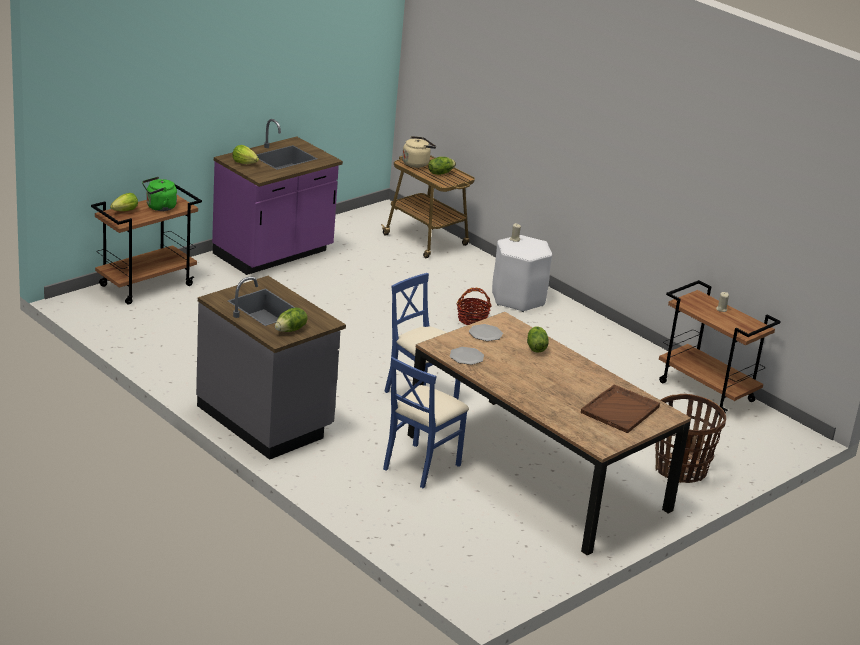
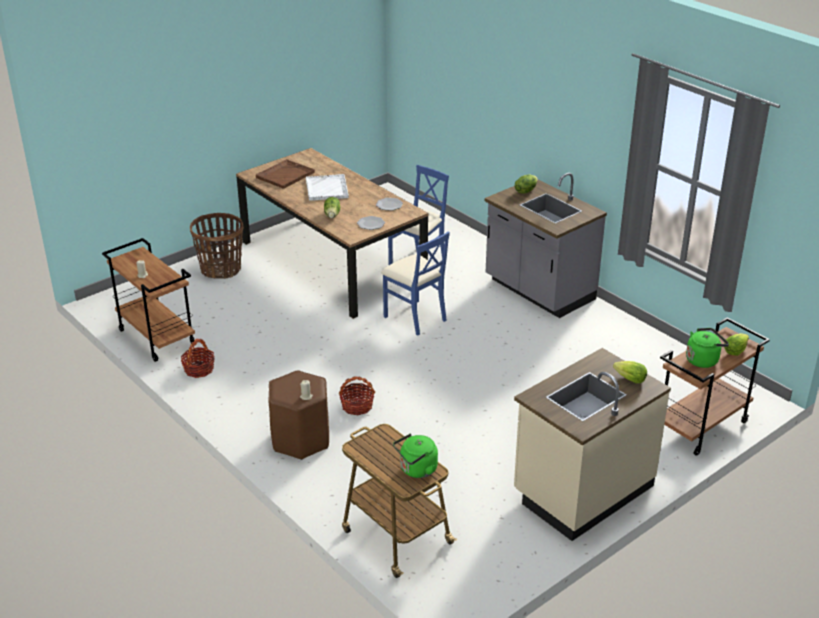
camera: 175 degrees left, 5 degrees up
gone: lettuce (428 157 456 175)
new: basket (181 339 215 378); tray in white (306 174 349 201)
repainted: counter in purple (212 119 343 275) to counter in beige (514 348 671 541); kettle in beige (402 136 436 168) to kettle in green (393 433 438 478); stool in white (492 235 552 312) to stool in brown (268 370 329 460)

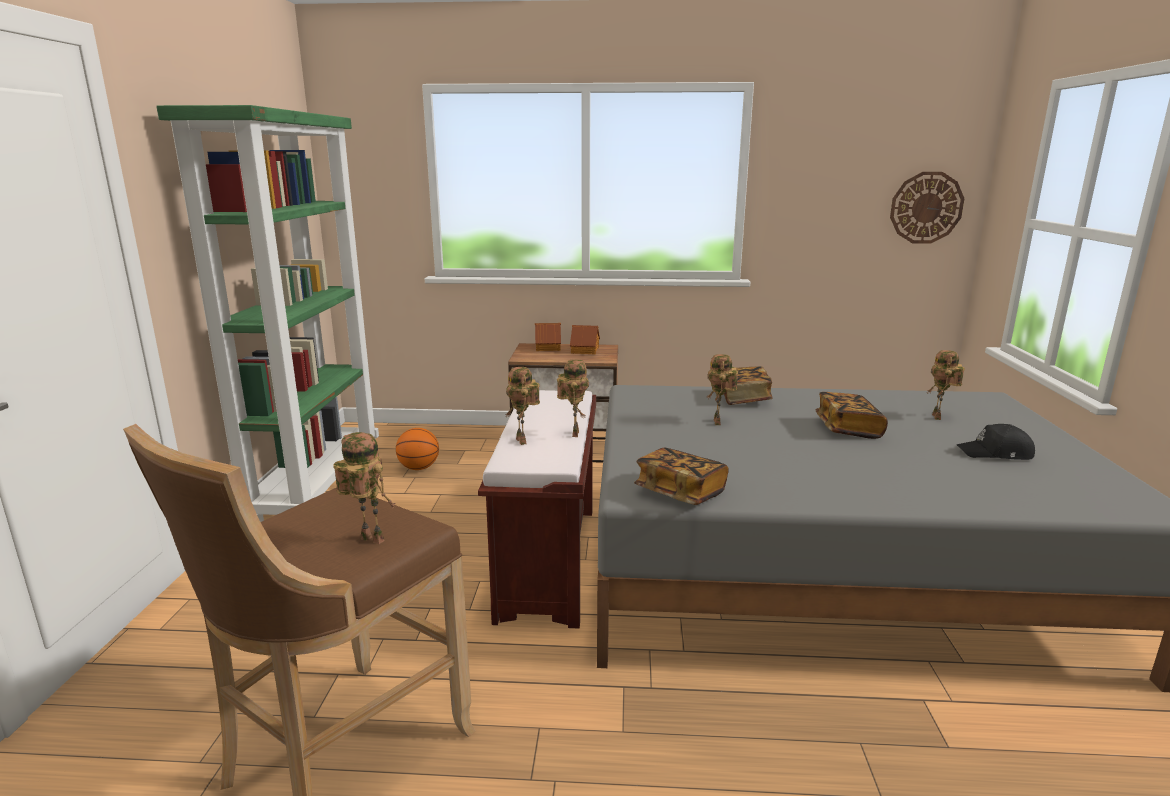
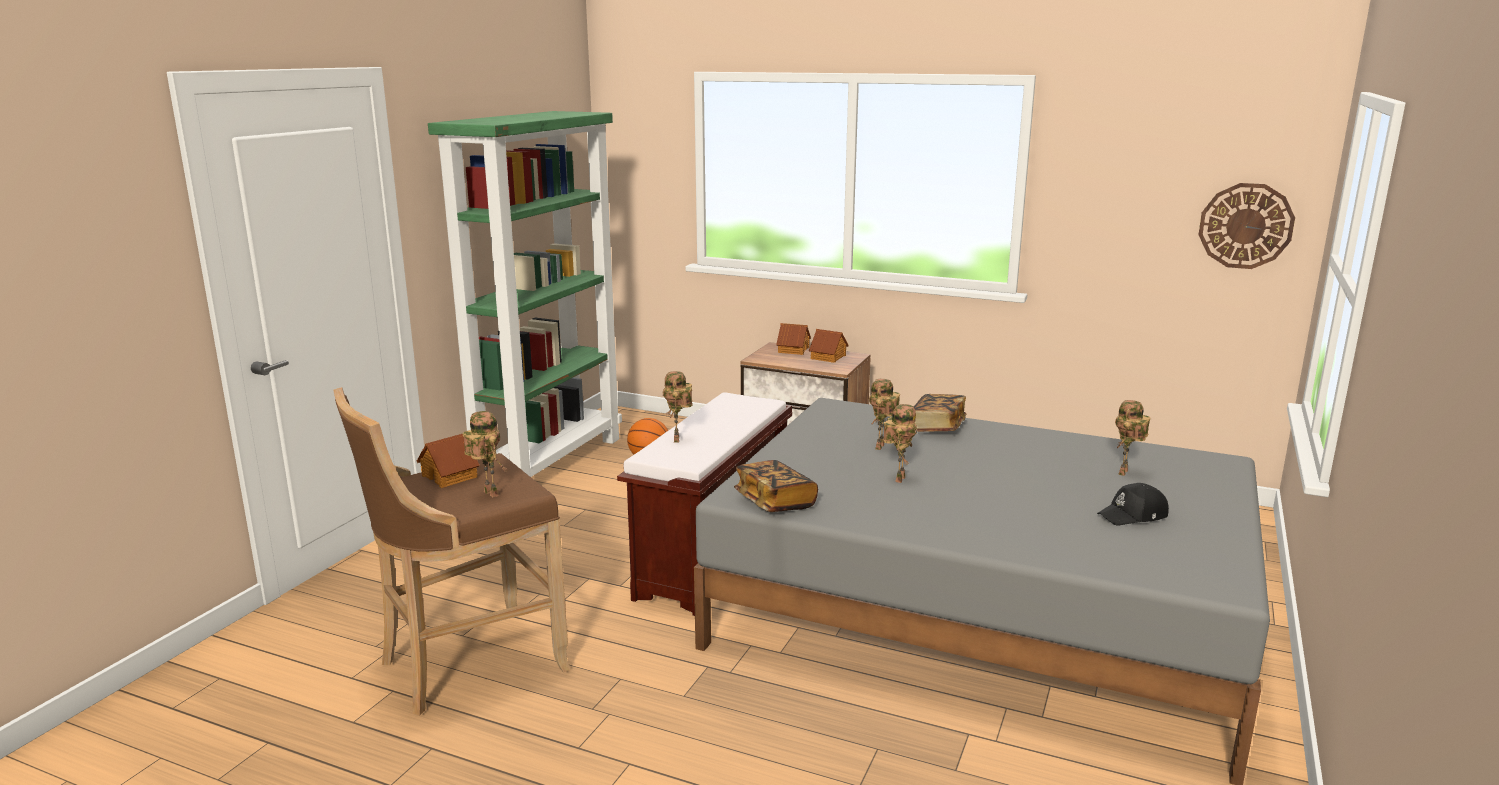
camera: 20 degrees right, 0 degrees up
gone: book (816 392 888 439)
new: toy house (417 434 480 488)
shifted: toy robot (557 359 589 437) to (883 404 917 483)
rotated: cap in black (957 424 1035 460) = (1097 483 1169 526) 45 degrees counterclockwise

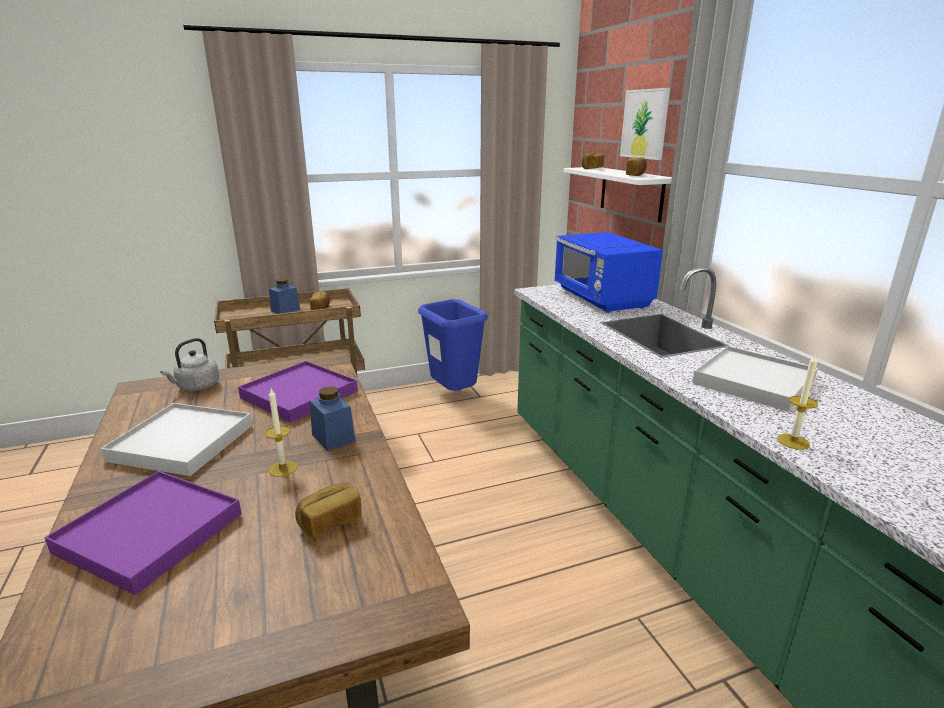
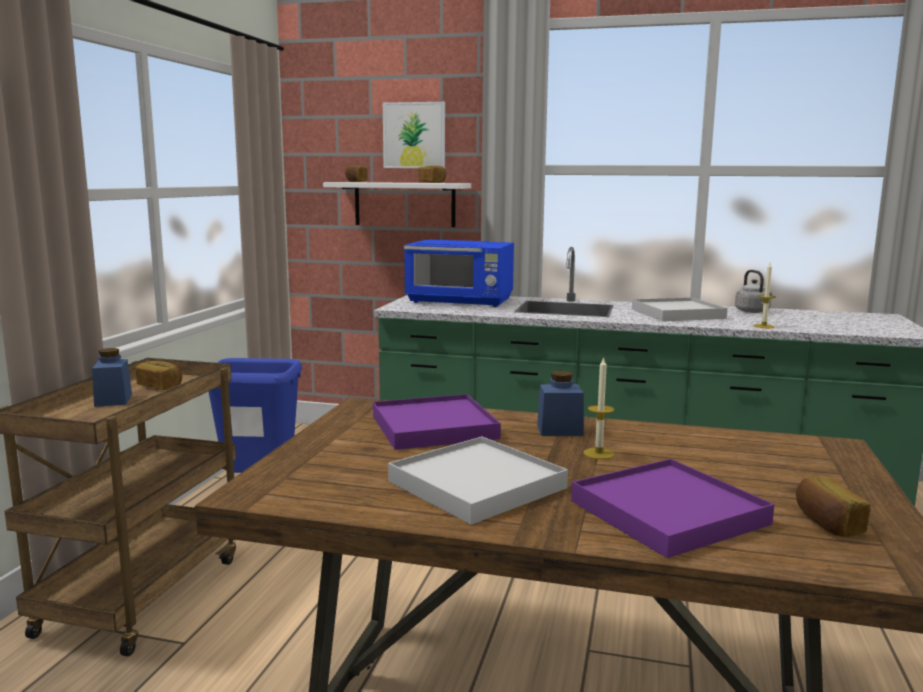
camera: 55 degrees left, 10 degrees down
shifted: kettle in grey (160 338 219 391) to (735 270 772 313); bread (295 483 362 539) to (796 476 871 537)

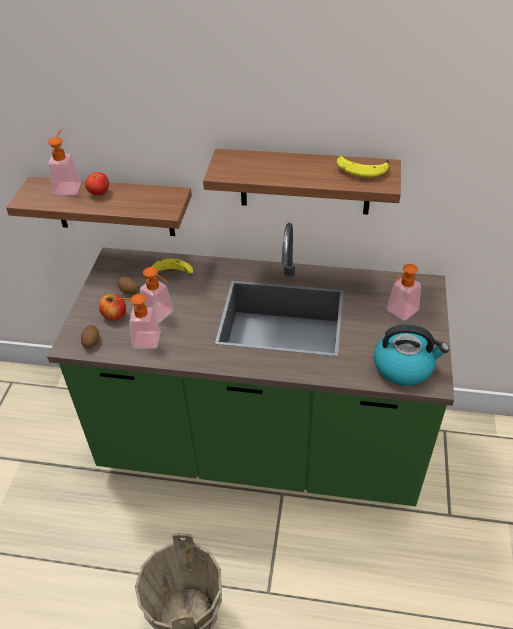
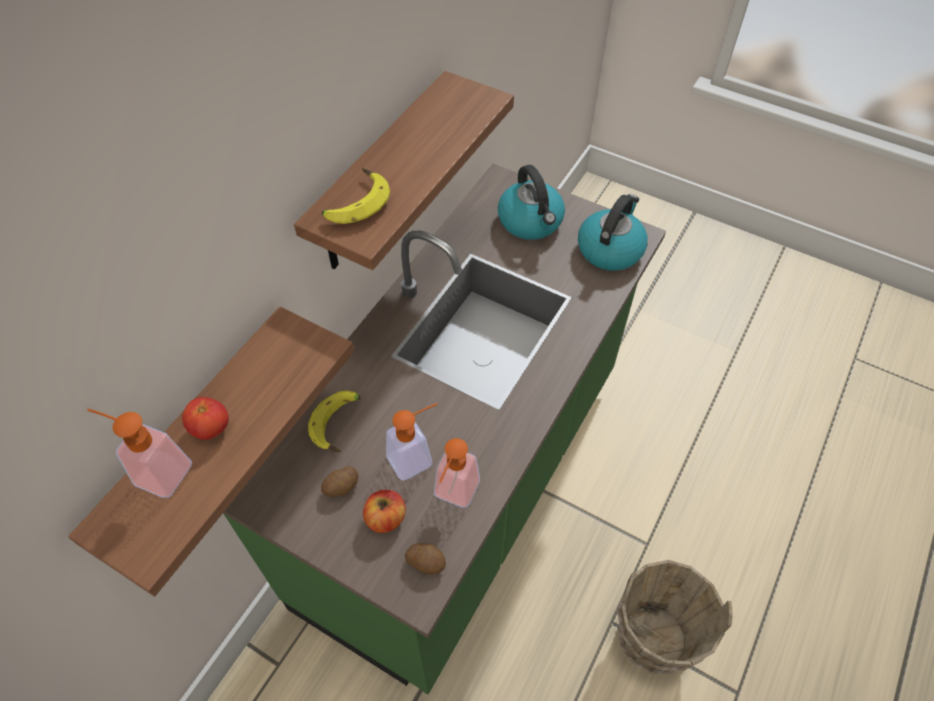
camera: 70 degrees left, 10 degrees up
shifted: banana (337 156 389 178) to (322 168 390 224)
swapped: soap dispenser (387 264 421 321) to kettle (498 165 565 240)

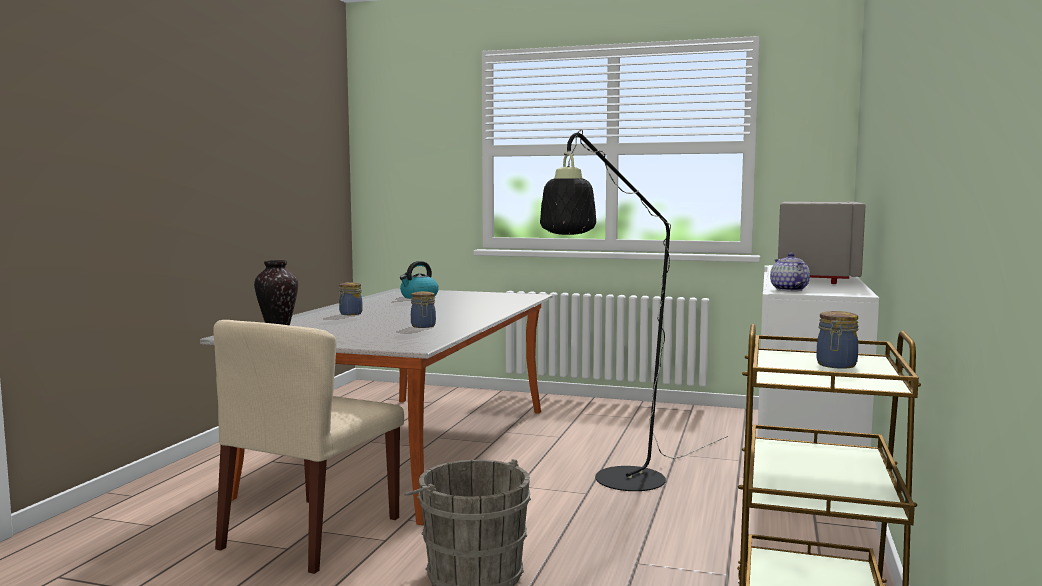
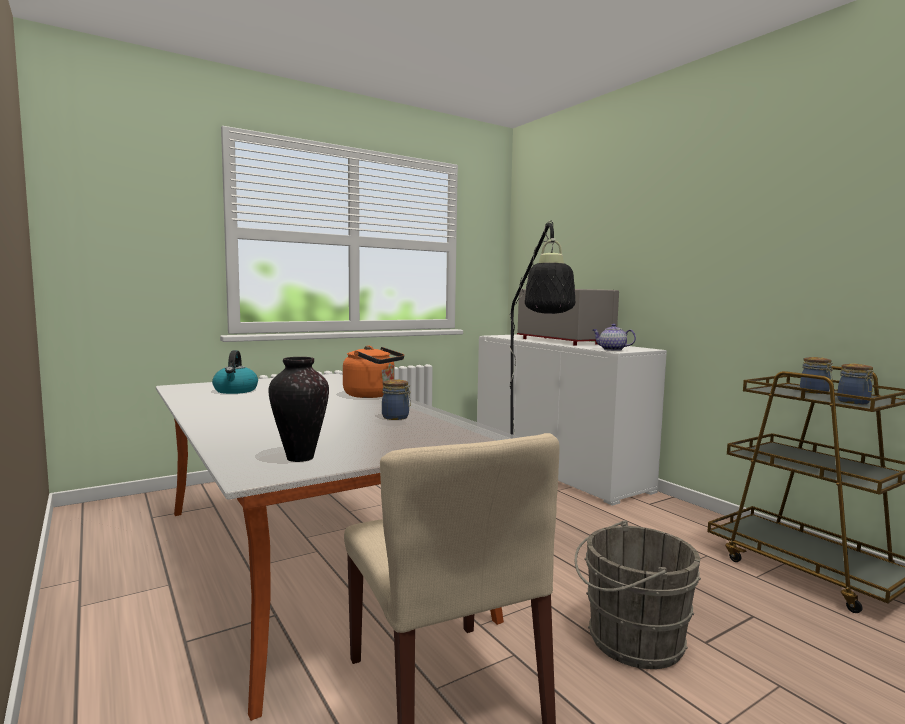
camera: 50 degrees left, 0 degrees up
new: kettle in orange (343 346 404 398)
shifted: jar (339 282 363 315) to (837 364 874 404)

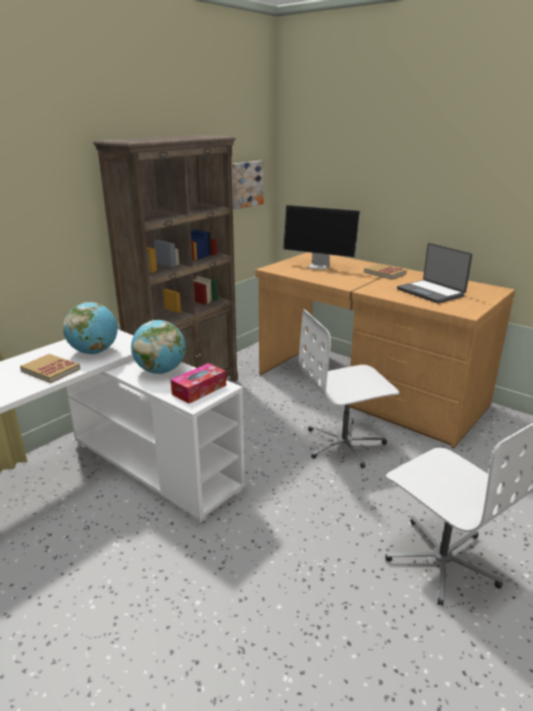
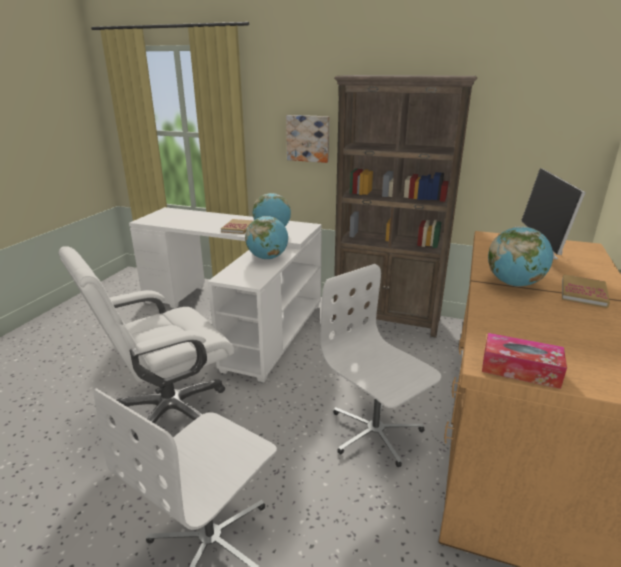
camera: 70 degrees right, 0 degrees up
gone: laptop (397 243 473 304)
new: office chair in white (59 246 235 441); globe (488 226 553 287)
shifted: tissue box (171 363 226 404) to (482 333 567 389); picture (232 161 264 209) to (286 115 329 163)

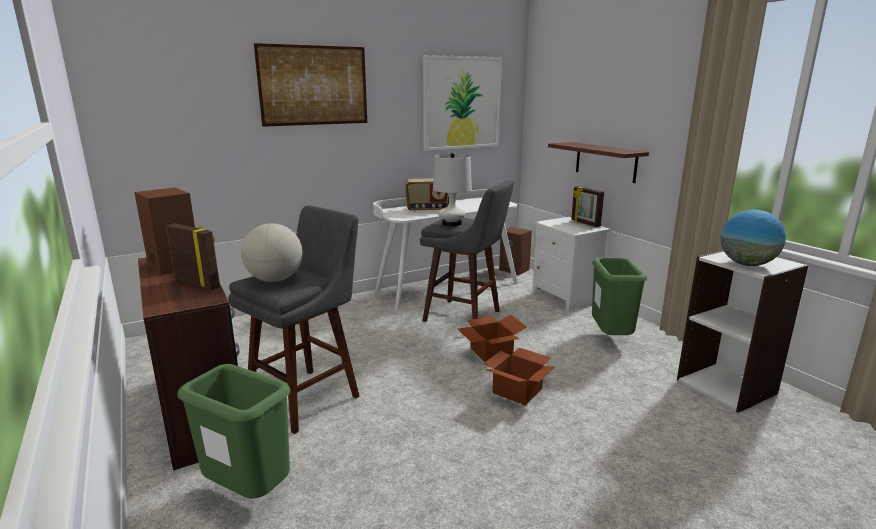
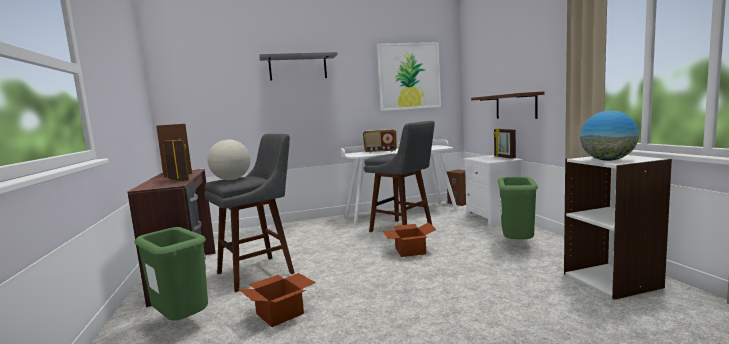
camera: 15 degrees right, 10 degrees down
gone: table lamp in white (433 153 472 226)
shifted: cardboard box (483 348 555 405) to (238 273 316 327)
swapped: picture (254 43 367 127) to shelf in grey (259 52 338 81)

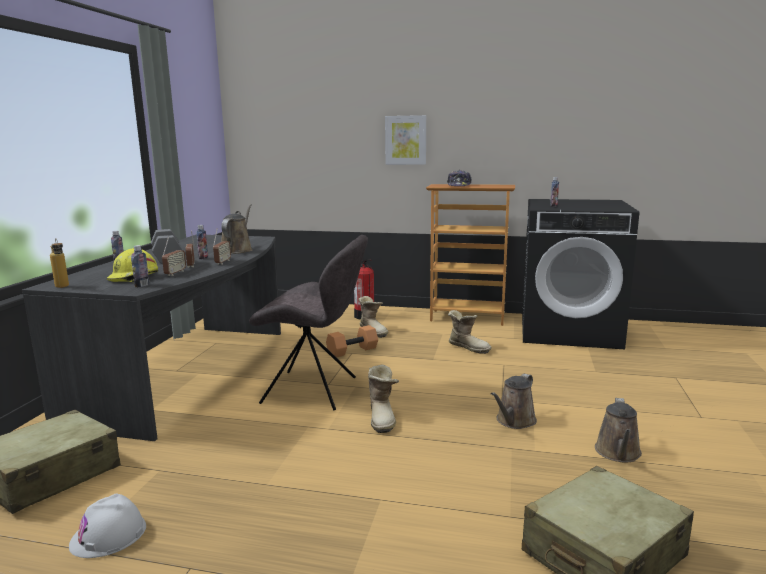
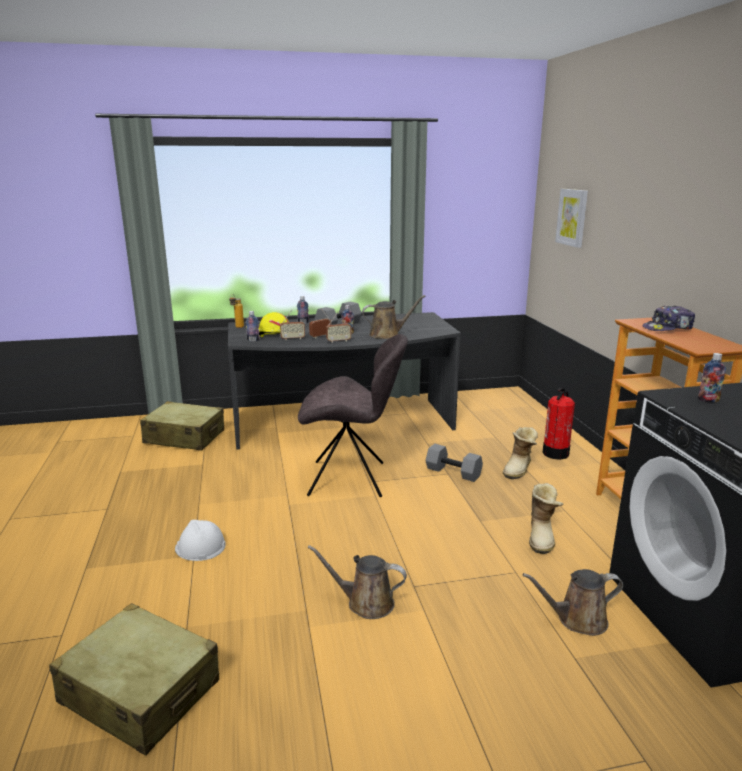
camera: 65 degrees right, 5 degrees up
gone: boot (368 364 399 433)
shifted: hard hat in white (69 493 146 558) to (175 520 226 561); picture (385 115 426 165) to (555 189 588 248); watering can in brown (595 398 642 462) to (523 569 623 636)
repainted: dumbbell in orange (326 325 378 357) to dumbbell in grey (425 444 483 482)
rotated: chair in grey (249 235 368 410) = (298 334 408 497) 75 degrees counterclockwise

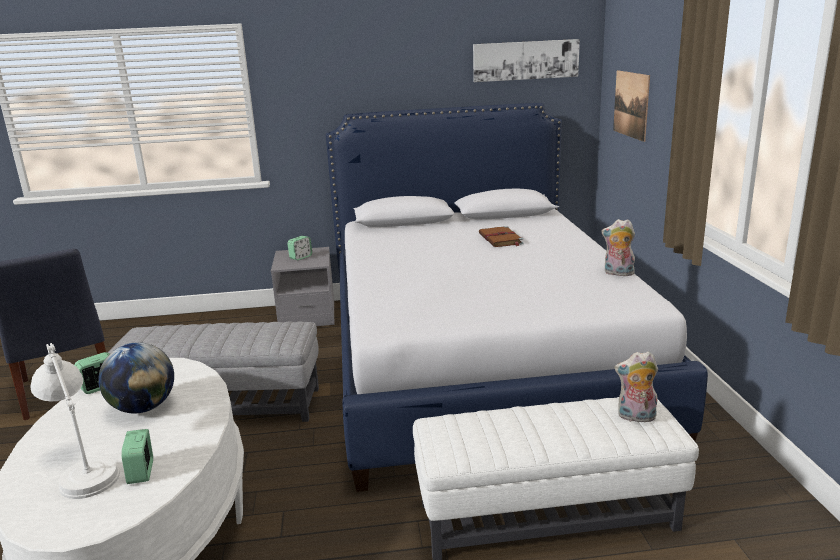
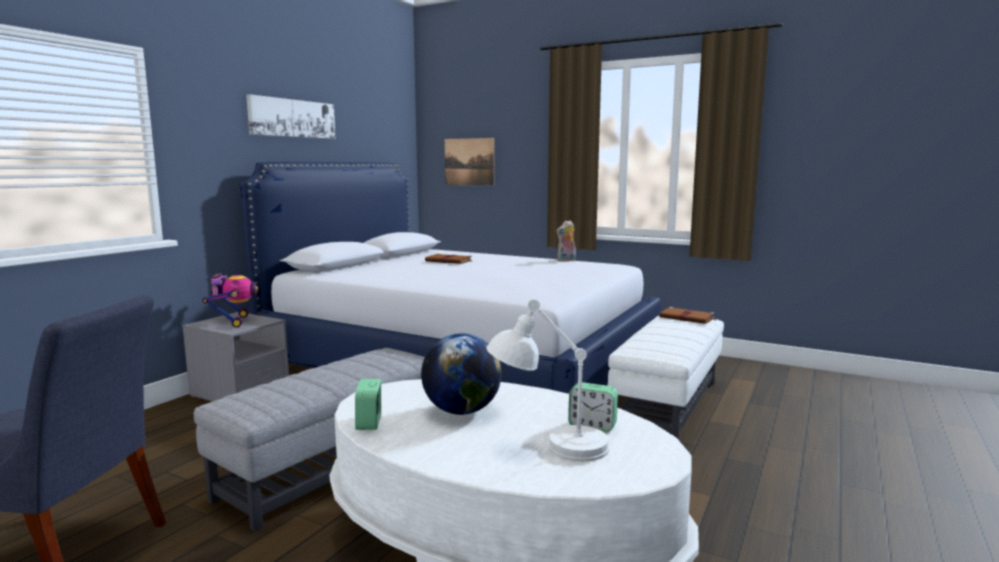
camera: 55 degrees left, 10 degrees down
shifted: picture (473 39 580 82) to (246 94 336 139)
swapped: alarm clock (287 236 312 260) to toy robot (202 273 258 328); plush toy (614 351 658 422) to book in brown (659 307 716 324)

